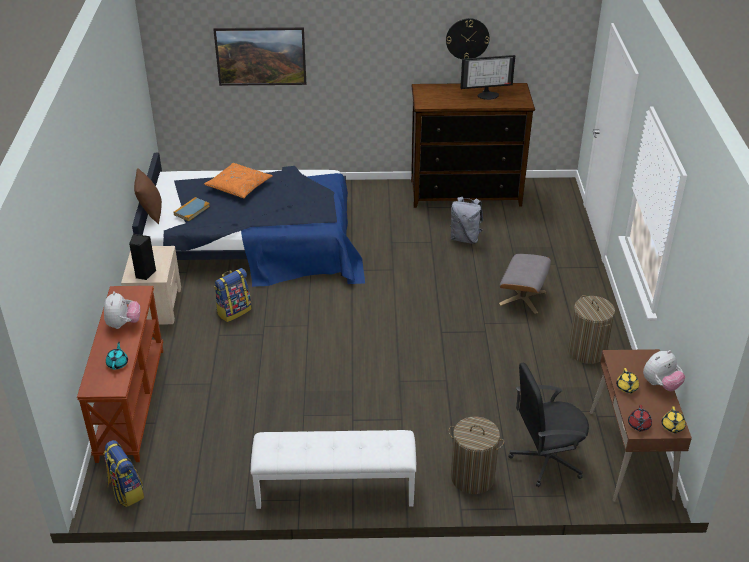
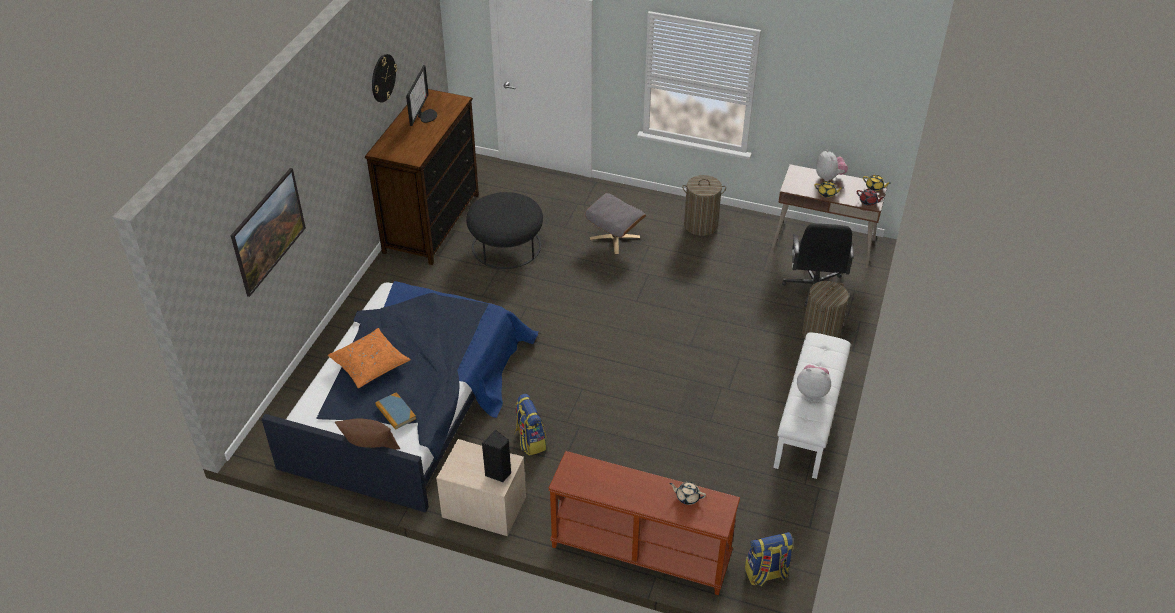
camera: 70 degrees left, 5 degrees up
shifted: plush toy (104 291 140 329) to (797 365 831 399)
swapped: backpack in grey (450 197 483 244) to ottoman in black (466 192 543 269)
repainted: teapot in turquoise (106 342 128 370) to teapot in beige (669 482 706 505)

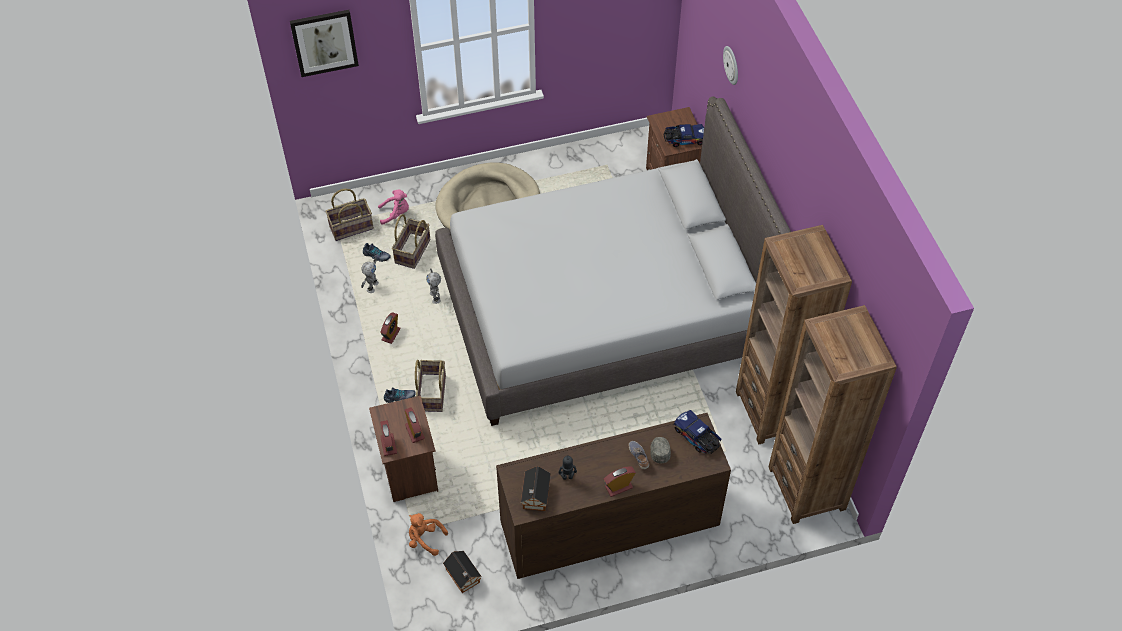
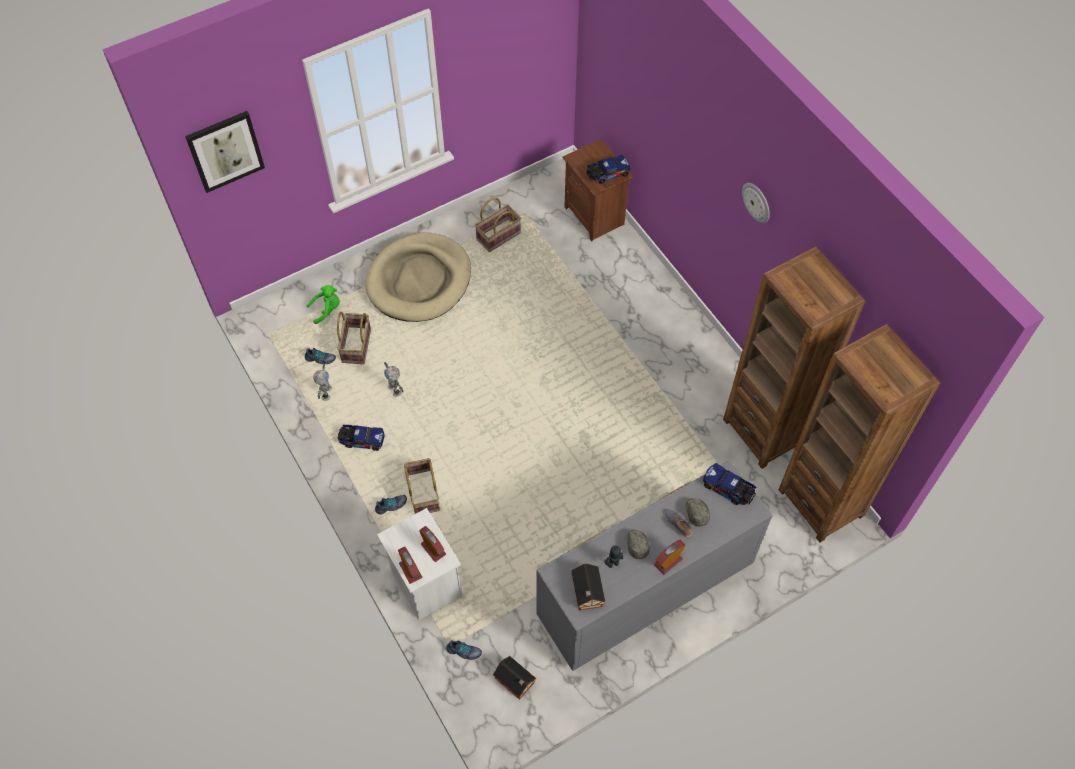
camera: 15 degrees left, 5 degrees up
gone: bed in grey (435 97 791 426)
new: cap in grey (627 529 650 559)
shifted: basket (325 188 374 241) to (475 198 521 252); wall clock (723 46 738 85) to (742 183 770 223)
swapped: alarm clock (380 312 401 344) to toy truck (338 425 385 451); plush toy in orange (409 513 448 556) to shoe (446 640 482 660)
repainted: nightstand in brown (369 395 438 502) to nightstand in white (377 508 462 620); plush toy in pink (378 189 409 225) to plush toy in green (307 285 340 324); dresser in brown (496 413 731 579) to dresser in grey (536 460 773 671)

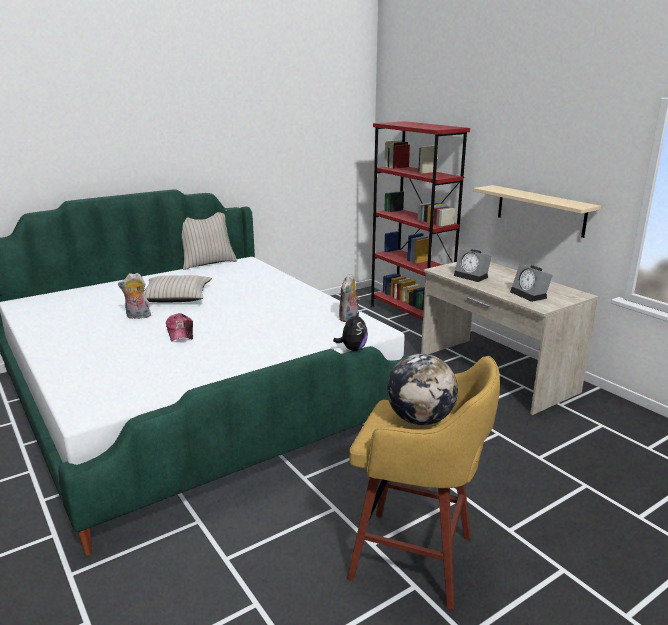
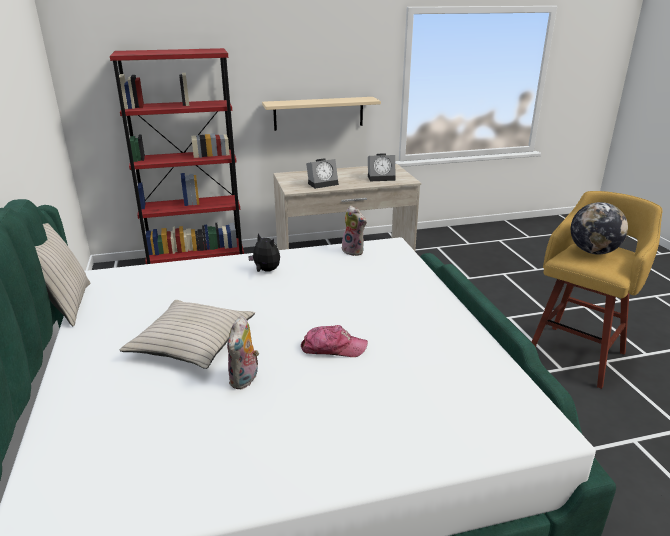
camera: 70 degrees left, 5 degrees up
shifted: plush toy (333 312 368 351) to (248 233 280 272)

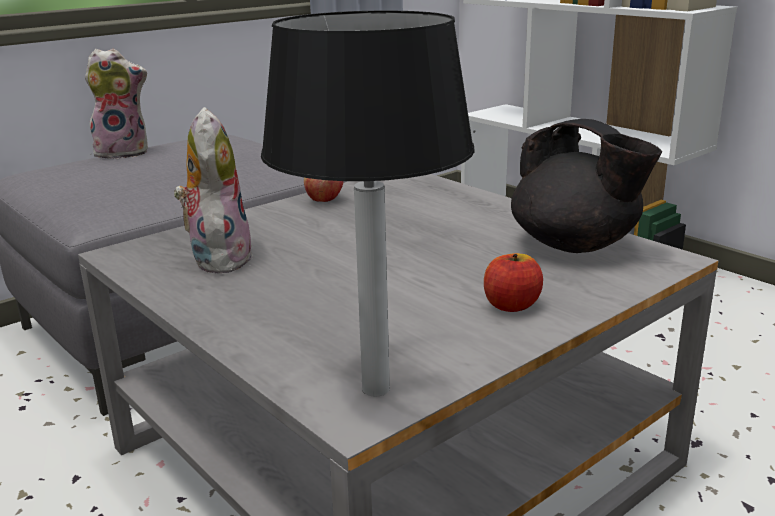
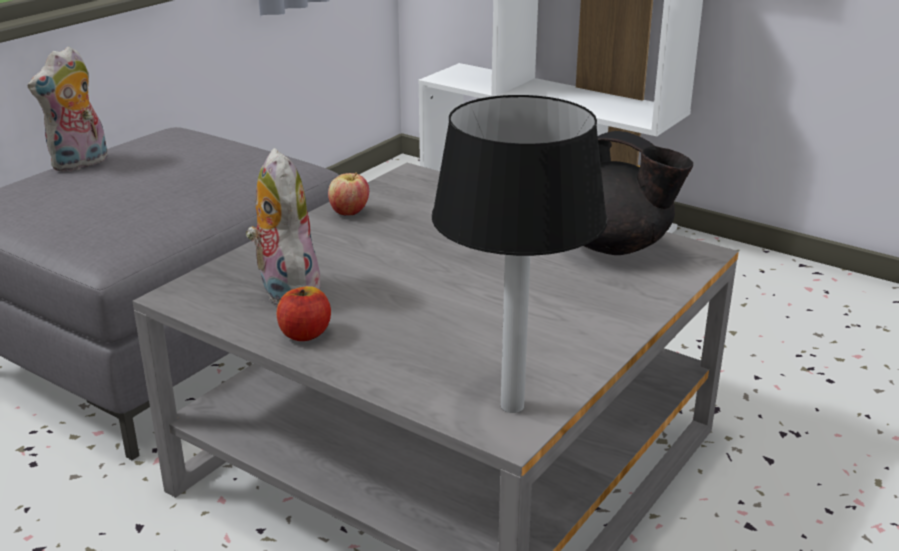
camera: 15 degrees left, 5 degrees up
shifted: apple (484 253 543 312) to (277 286 331 341)
rotated: plush toy (85 49 148 159) = (28 46 108 172) 150 degrees clockwise

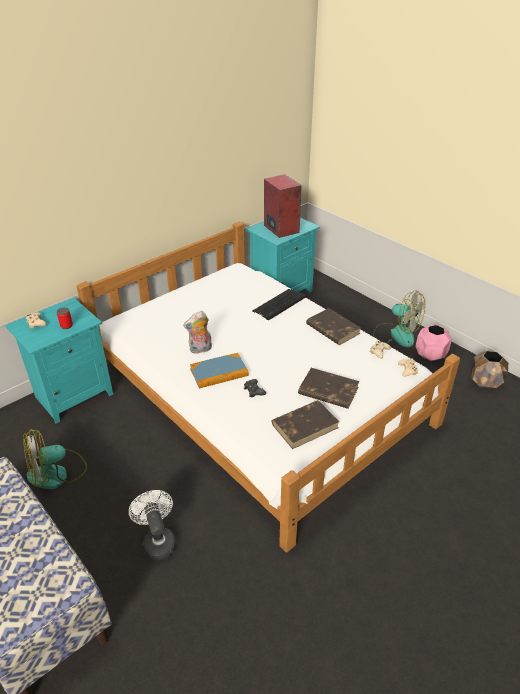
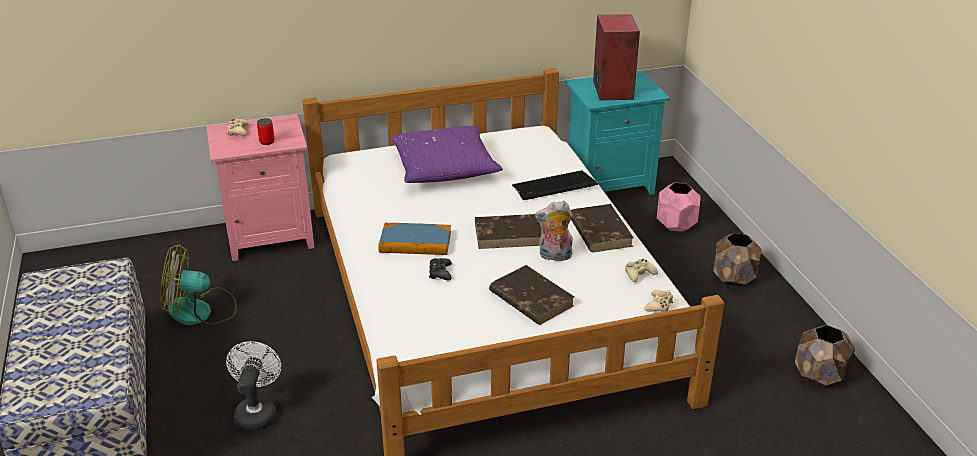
camera: 25 degrees right, 5 degrees down
new: pillow in purple (389 126 503 183)
shifted: plush toy (183 311 212 354) to (535 201 573 261); book in brown (272 400 339 449) to (475 214 541 249); planter in pink (415 325 452 361) to (657 183 701 232)
swapped: fan (373 291 425 347) to planter in brown (713 233 762 286)
repainted: nightstand in turquoise (5 298 113 424) to nightstand in pink (206 114 315 261)

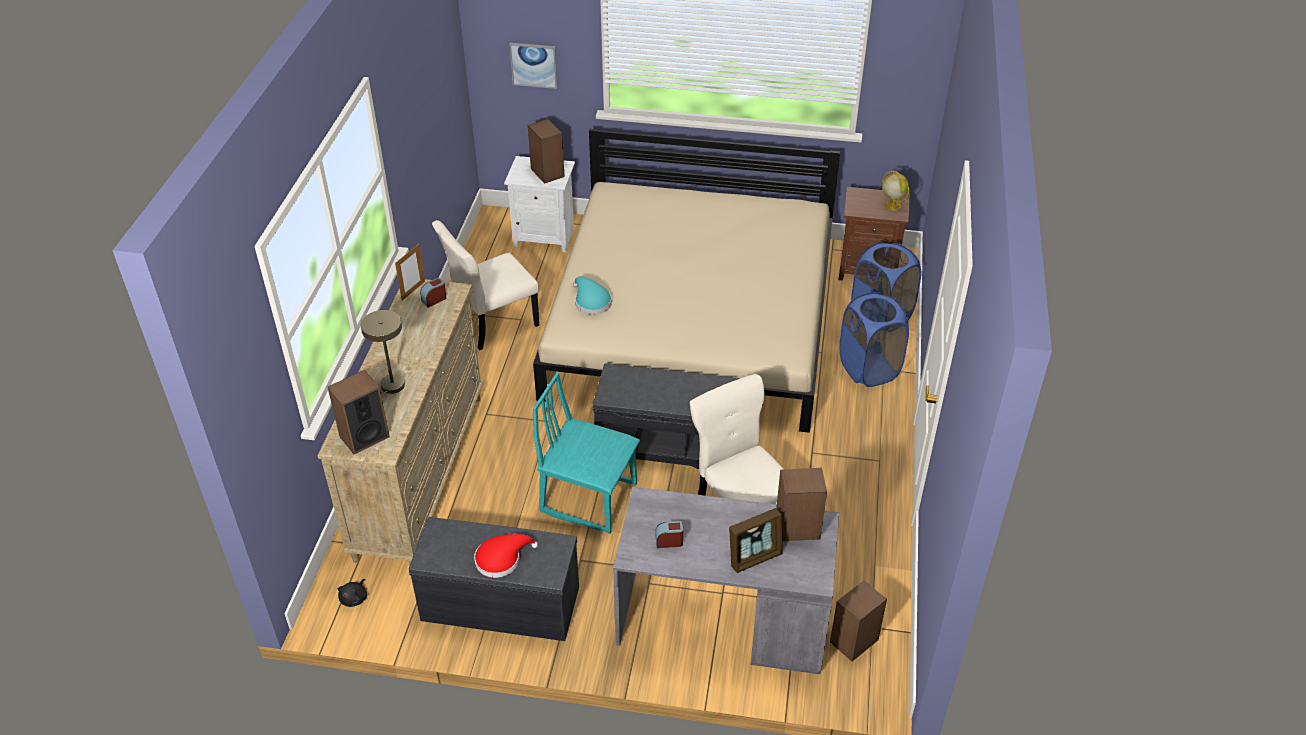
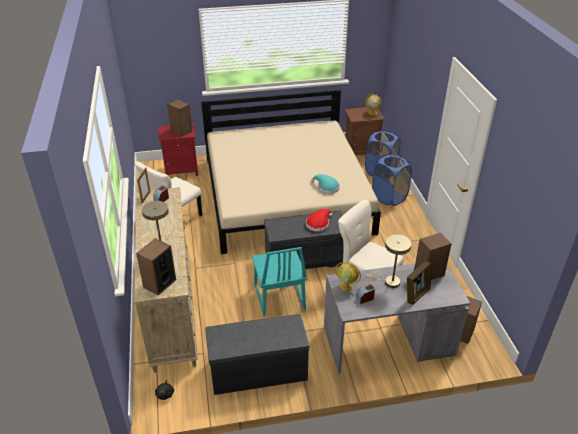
camera: 20 degrees left, 5 degrees down
gone: picture (509 43 558 89)
new: globe (335 262 361 291); table lamp in beige (367 234 411 288)
shifted: hat in red (474 534 538 578) to (306 209 333 232); hat in turquoise (573 276 612 315) to (311 174 340 194)
repainted: nightstand in white (504 156 575 252) to nightstand in red (158 123 198 176)
rotated: chair in turquoise (533 372 640 534) = (252 247 307 317) 105 degrees counterclockwise

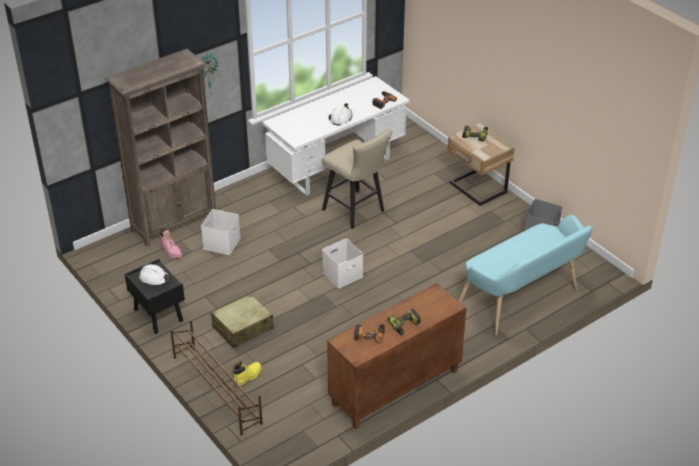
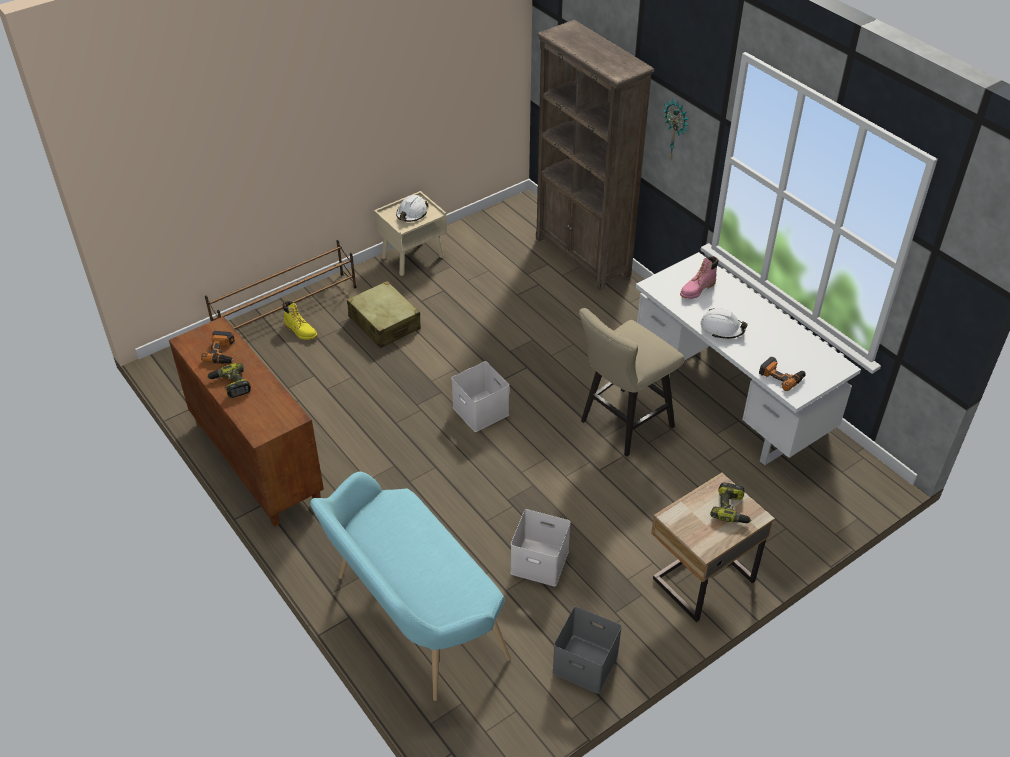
camera: 90 degrees right, 5 degrees up
shifted: boot in pink (160 228 183 258) to (680 256 719 299); storage box in white (201 209 241 255) to (510 509 571 587)
repainted: nightstand in black (125 259 185 334) to nightstand in beige (374 191 447 276)

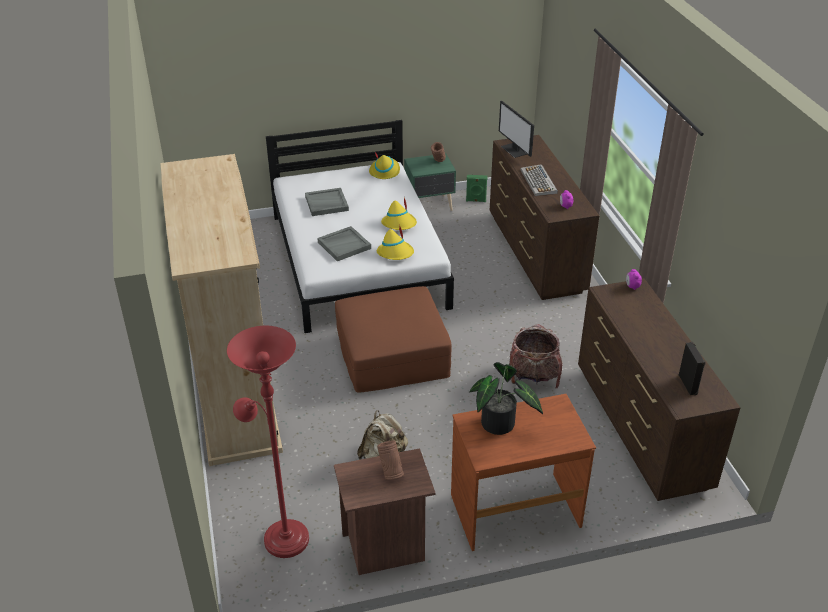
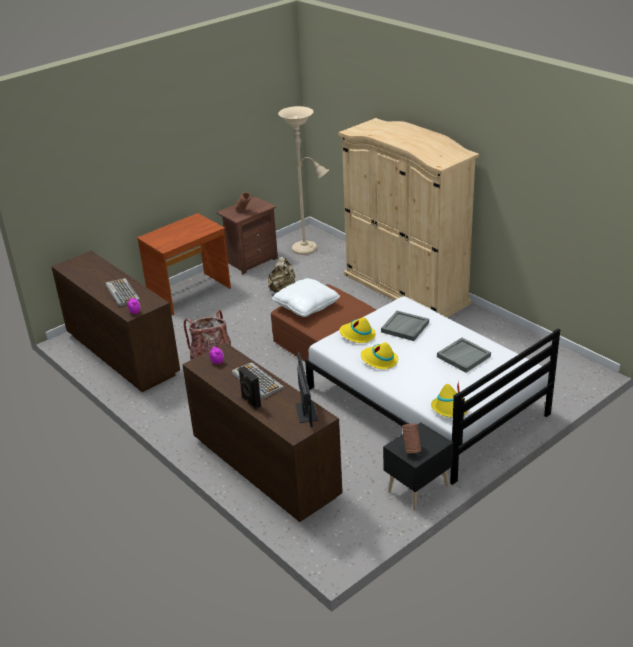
camera: 155 degrees right, 5 degrees down
gone: speaker in green (466 175 487 202); potted plant (469 362 543 435)
new: keyboard (106 278 140 307); pillow in white (272 278 340 317)
shifted: speaker in black (679 342 706 395) to (238 366 261 409)
repainted: floor lamp in red (227 326 309 558) to floor lamp in beige (278 106 329 255); nightstand in green (404 153 456 211) to nightstand in black (383 422 453 511)
rotated: monitor (499 101 534 158) = (295 352 318 427) 45 degrees clockwise

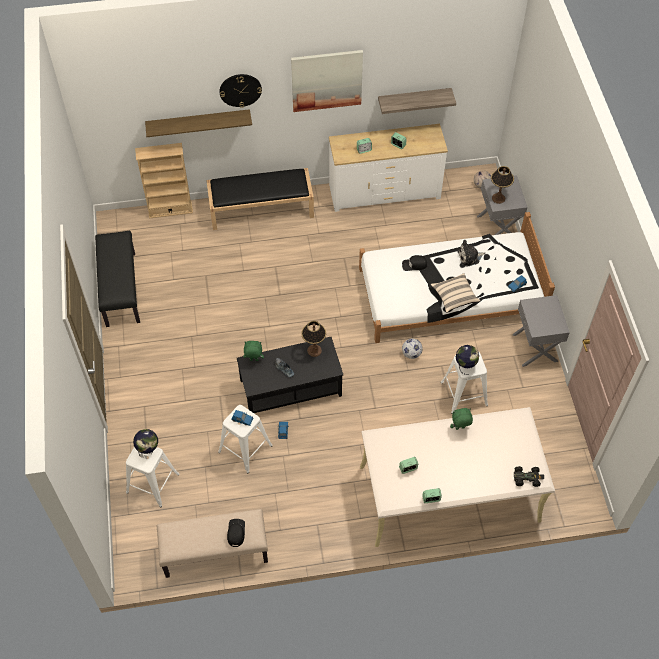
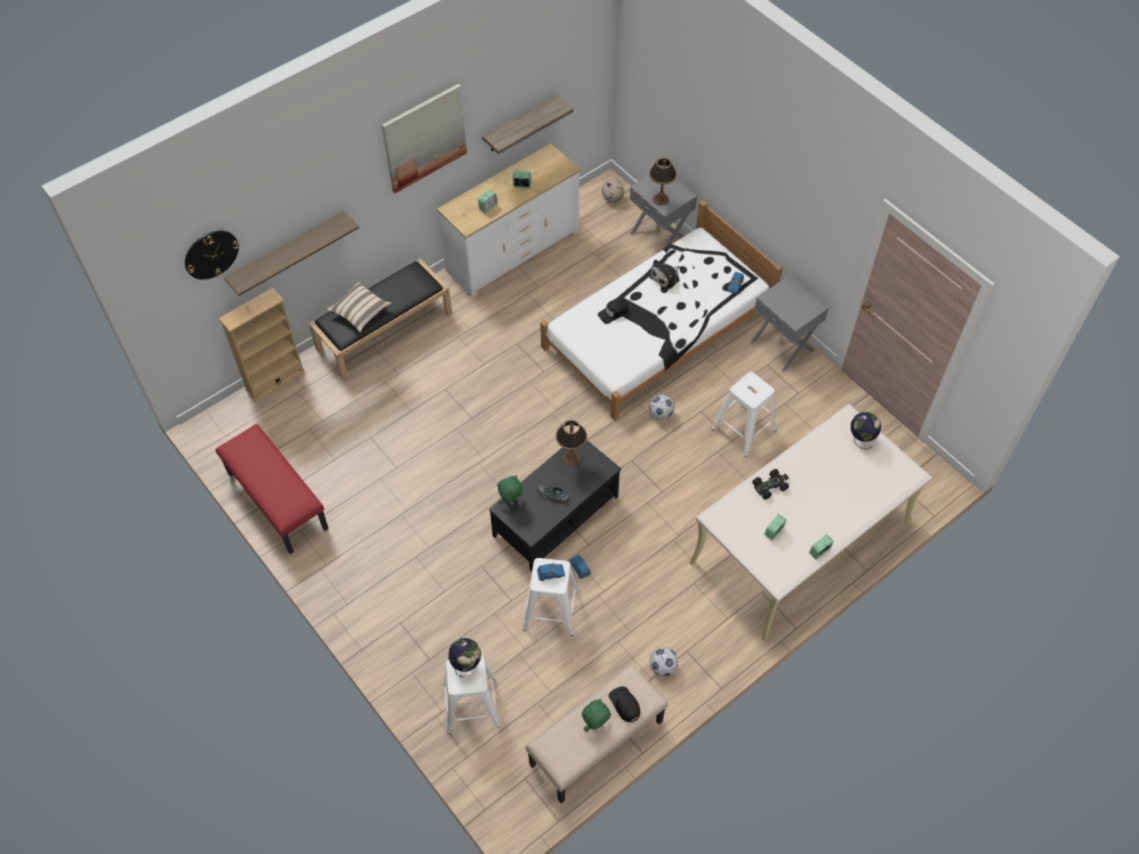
camera: 30 degrees left, 0 degrees up
new: football (650 647 678 676)
shifted: wall clock (220 74 262 108) to (185 231 239 280); pillow in beige (431 273 480 313) to (327 282 392 332); plush toy in green (450 408 473 430) to (582 699 611 732); globe (456 345 479 375) to (851 412 881 449); toy car in black (514 466 544 487) to (752 469 789 500)
repainted: bench in black (95 231 140 327) to bench in red (216 424 329 554)

